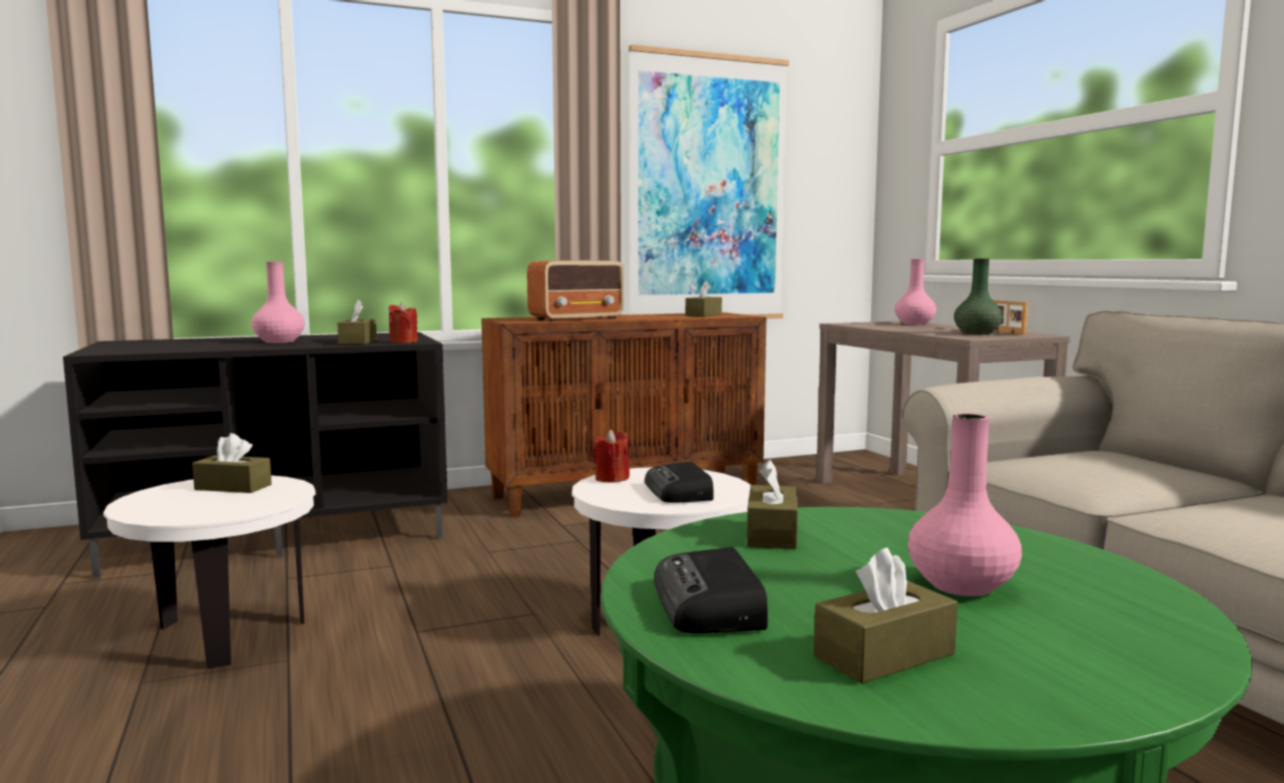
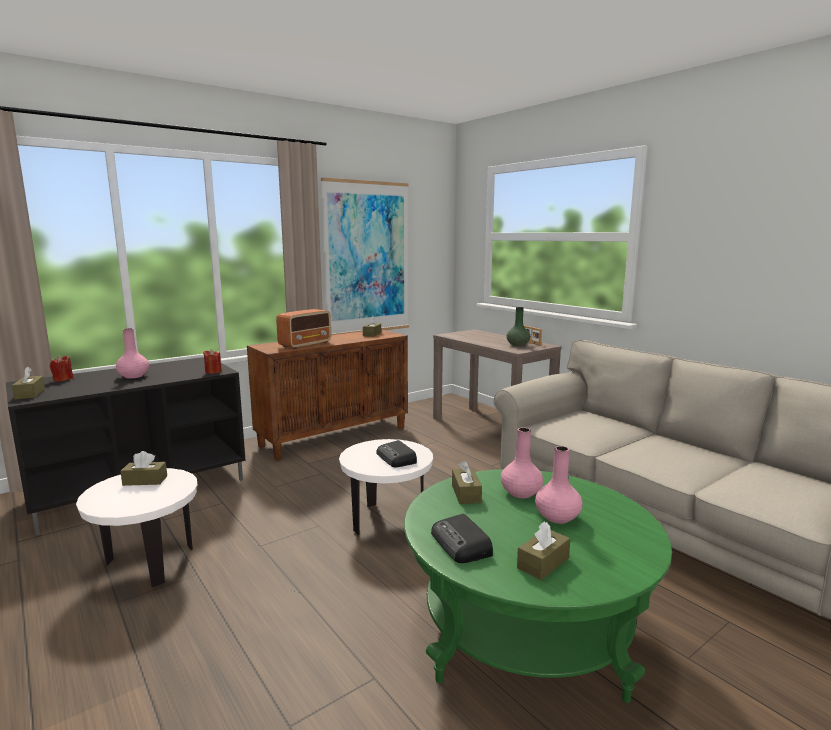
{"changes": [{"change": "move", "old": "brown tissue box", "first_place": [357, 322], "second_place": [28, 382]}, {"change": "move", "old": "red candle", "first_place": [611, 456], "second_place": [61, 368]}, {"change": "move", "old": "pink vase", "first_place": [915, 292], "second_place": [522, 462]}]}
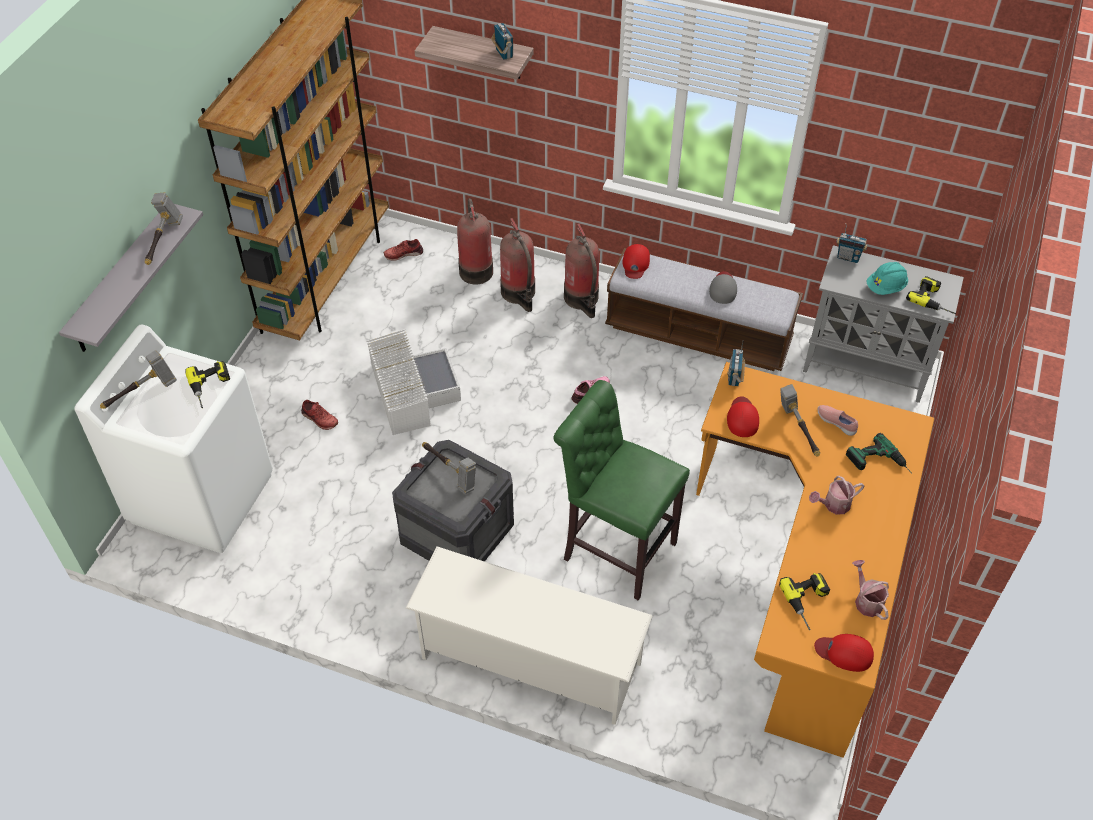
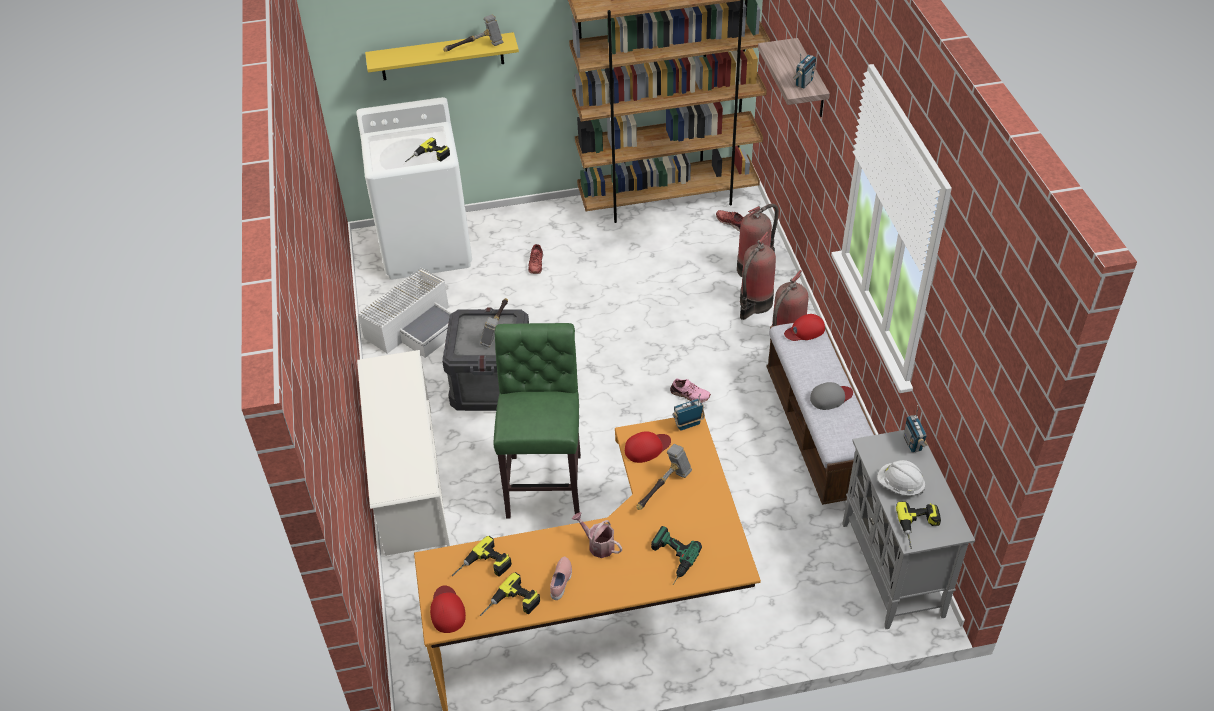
{"changes": [{"change": "move", "old": "white storage box", "first_place": [414, 382], "second_place": [405, 313]}, {"change": "recolor", "old": "grey shelf", "new": "yellow shelf", "first_place": [131, 278], "second_place": [442, 56]}, {"change": "replace", "old": "watering can", "new": "power drill", "first_place": [870, 590], "second_place": [510, 594]}, {"change": "move", "old": "pink shoe", "first_place": [838, 420], "second_place": [561, 578]}, {"change": "recolor", "old": "turquoise hard hat", "new": "white hard hat", "first_place": [887, 278], "second_place": [901, 478]}, {"change": "delete", "old": "hammer", "first_place": [138, 379]}]}
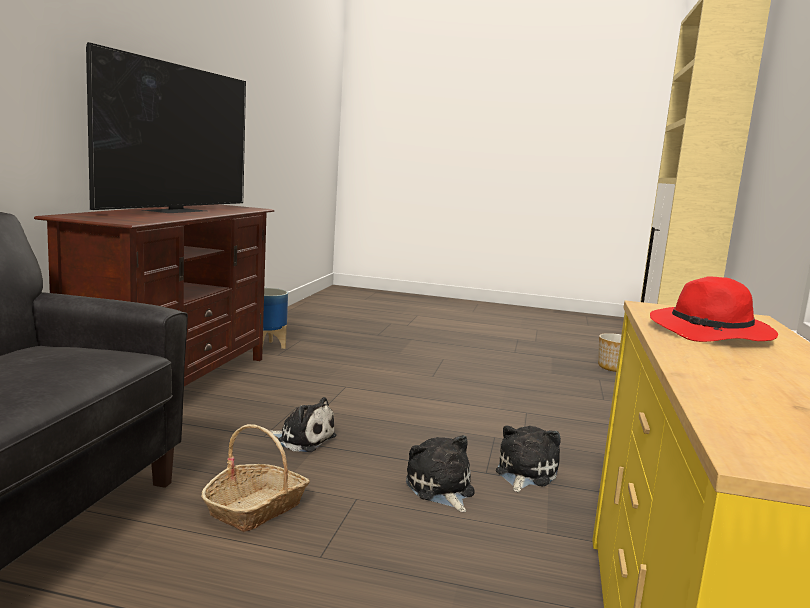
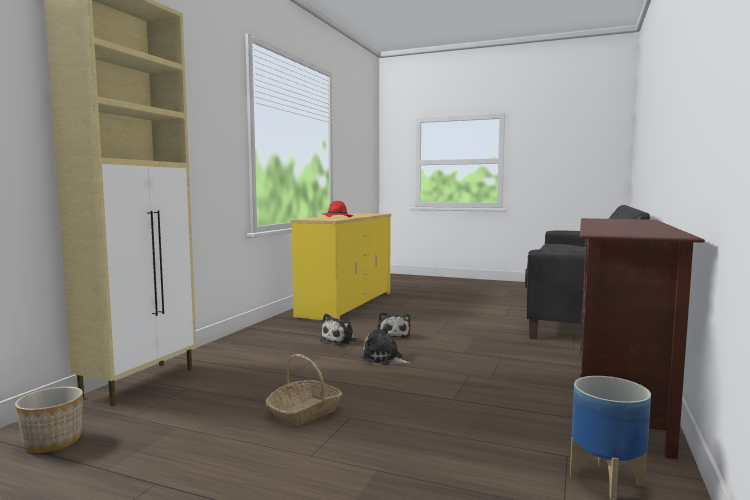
{"changes": [{"change": "move", "old": "basket", "first_place": [255, 478], "second_place": [304, 390]}, {"change": "move", "old": "plush toy", "first_place": [303, 424], "second_place": [386, 345]}, {"change": "delete", "old": "television", "first_place": [166, 127]}]}
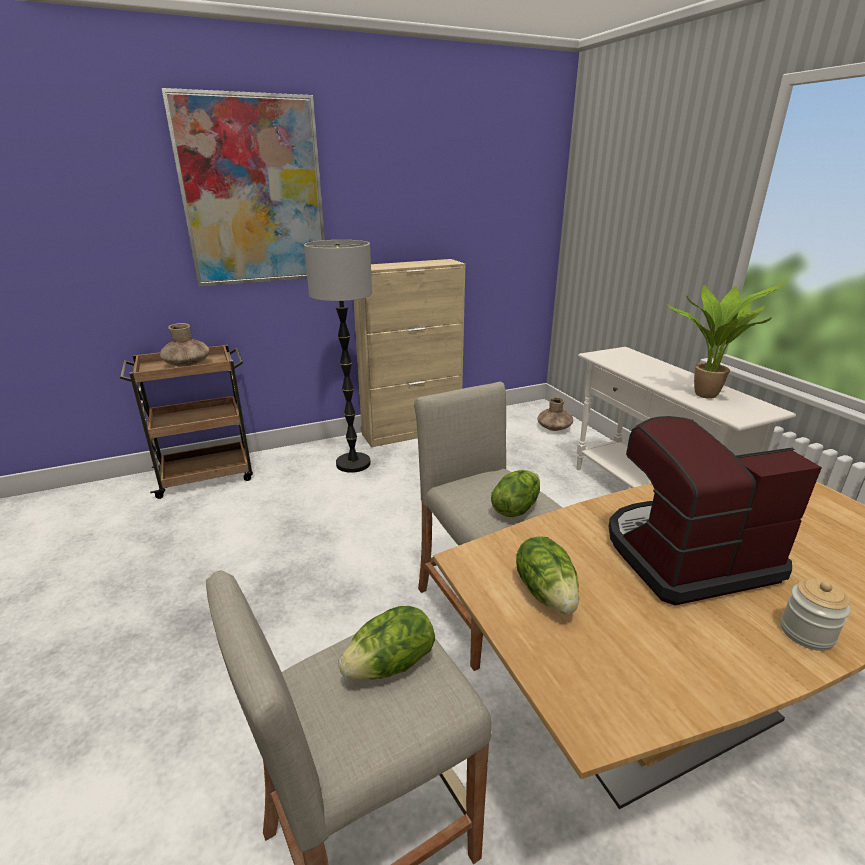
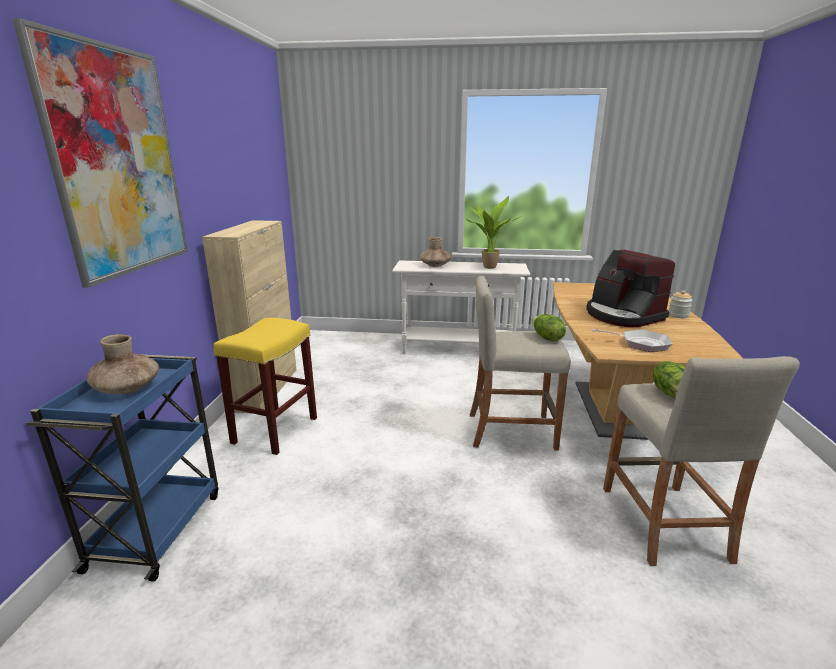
{"changes": [{"change": "recolor", "old": "brown cart", "new": "blue cart", "first_place": [186, 422], "second_place": [122, 468]}, {"change": "replace", "old": "floor lamp", "new": "yellow stool", "first_place": [338, 356], "second_place": [265, 386]}, {"change": "move", "old": "brown vase", "first_place": [555, 414], "second_place": [435, 252]}, {"change": "rotate", "old": "coffee machine", "first_place": [715, 510], "second_place": [630, 288], "degrees": -45}, {"change": "replace", "old": "lettuce", "new": "frying pan", "first_place": [547, 575], "second_place": [632, 340]}]}
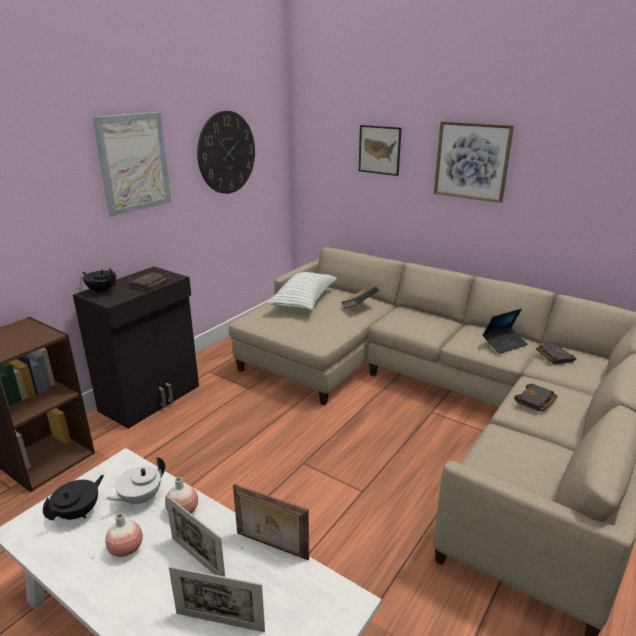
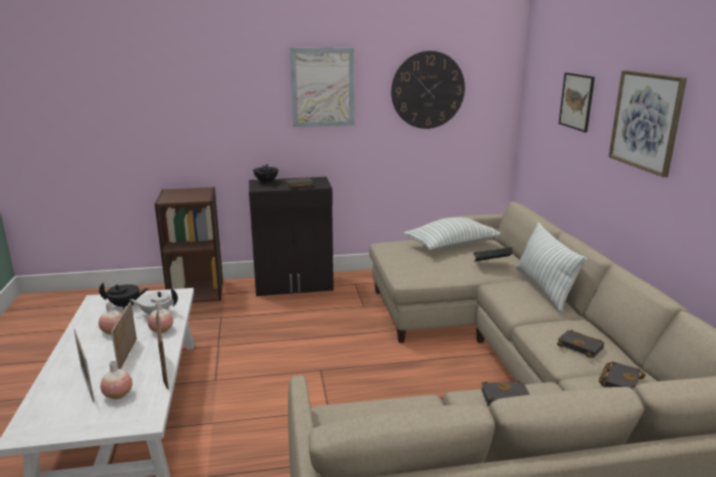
{"changes": [{"change": "insert", "new": "vase", "second_place": [116, 380]}, {"change": "insert", "new": "pillow", "second_place": [551, 267]}, {"change": "replace", "old": "laptop", "new": "black book", "first_place": [505, 331], "second_place": [580, 344]}]}
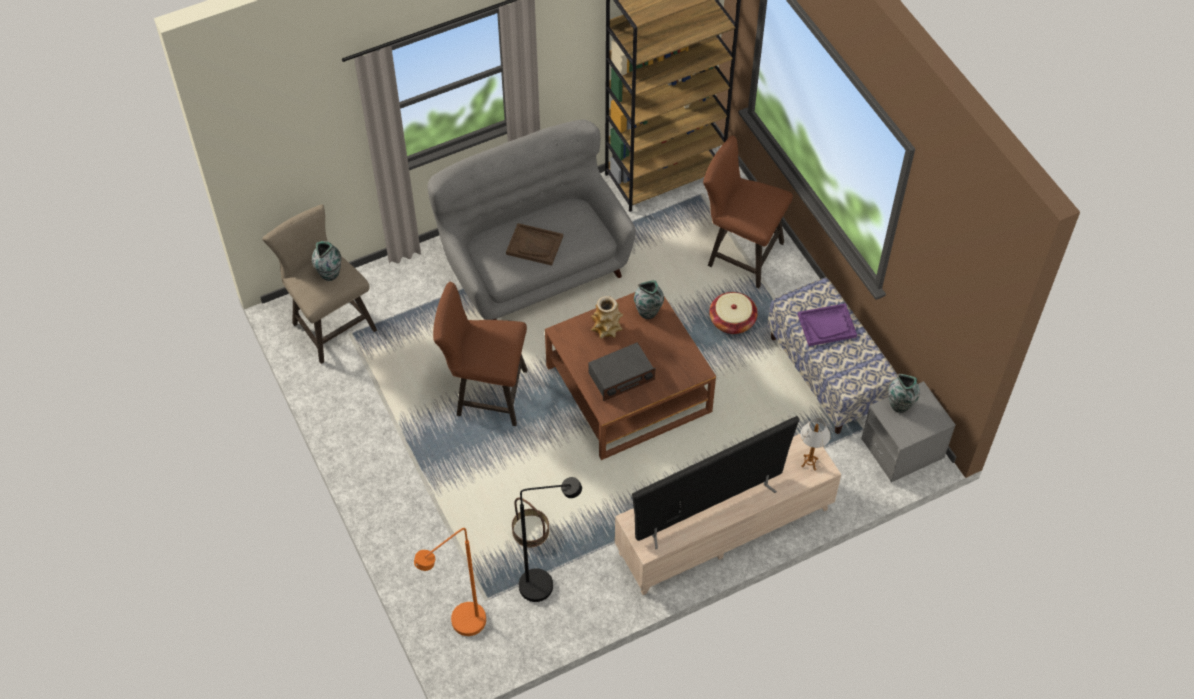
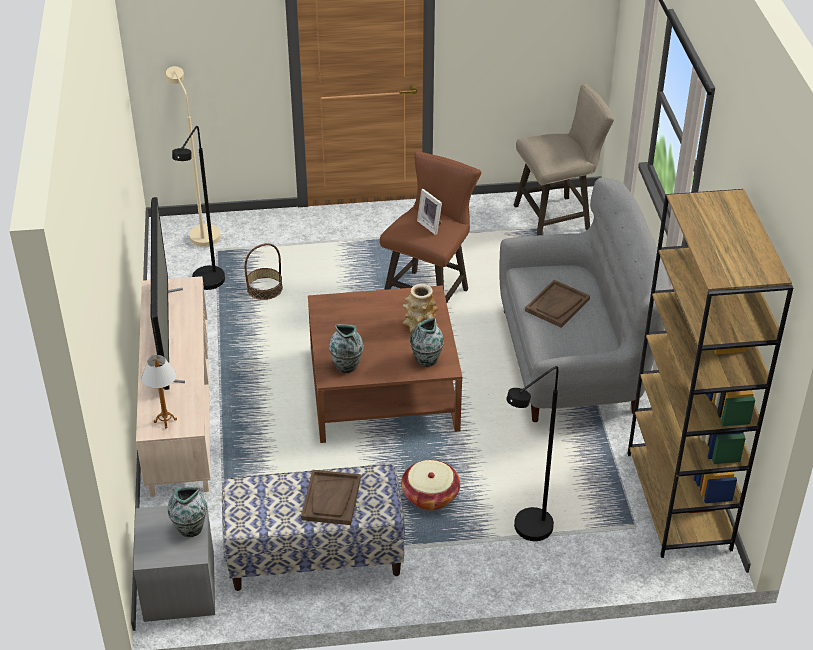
{"changes": [{"change": "recolor", "old": "orange floor lamp", "new": "beige floor lamp", "first_place": [450, 582], "second_place": [193, 156]}, {"change": "recolor", "old": "purple tray", "new": "brown tray", "first_place": [827, 324], "second_place": [331, 497]}, {"change": "move", "old": "vase", "first_place": [327, 261], "second_place": [346, 348]}, {"change": "insert", "new": "picture frame", "second_place": [429, 212]}, {"change": "replace", "old": "brown stool", "new": "black floor lamp", "first_place": [748, 211], "second_place": [532, 453]}, {"change": "delete", "old": "radio", "first_place": [621, 371]}]}
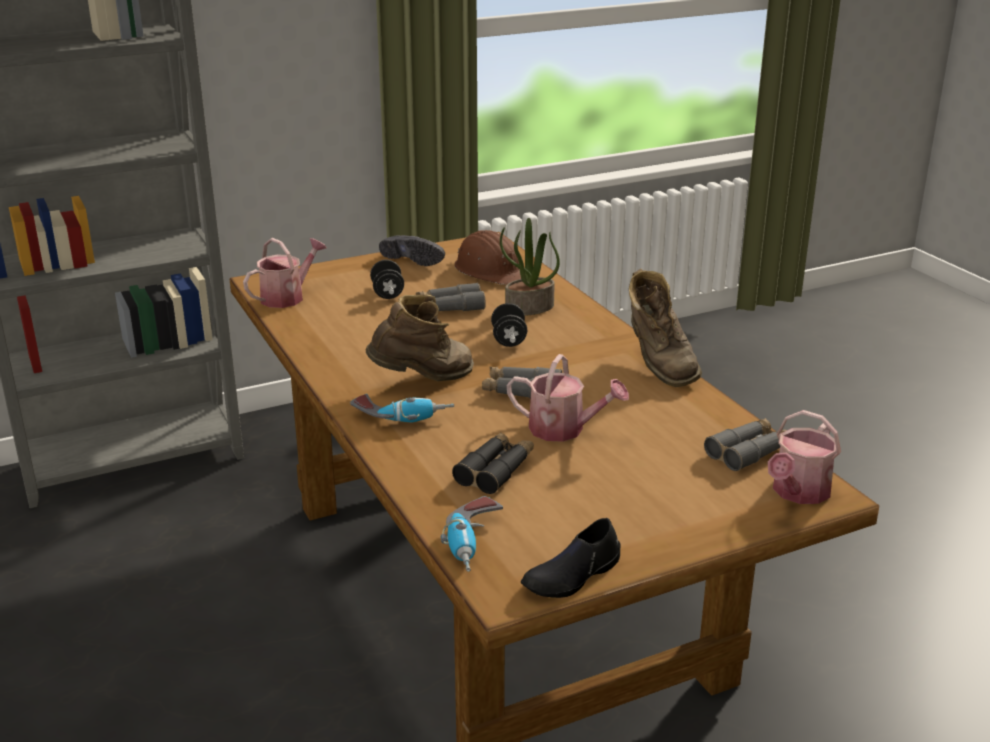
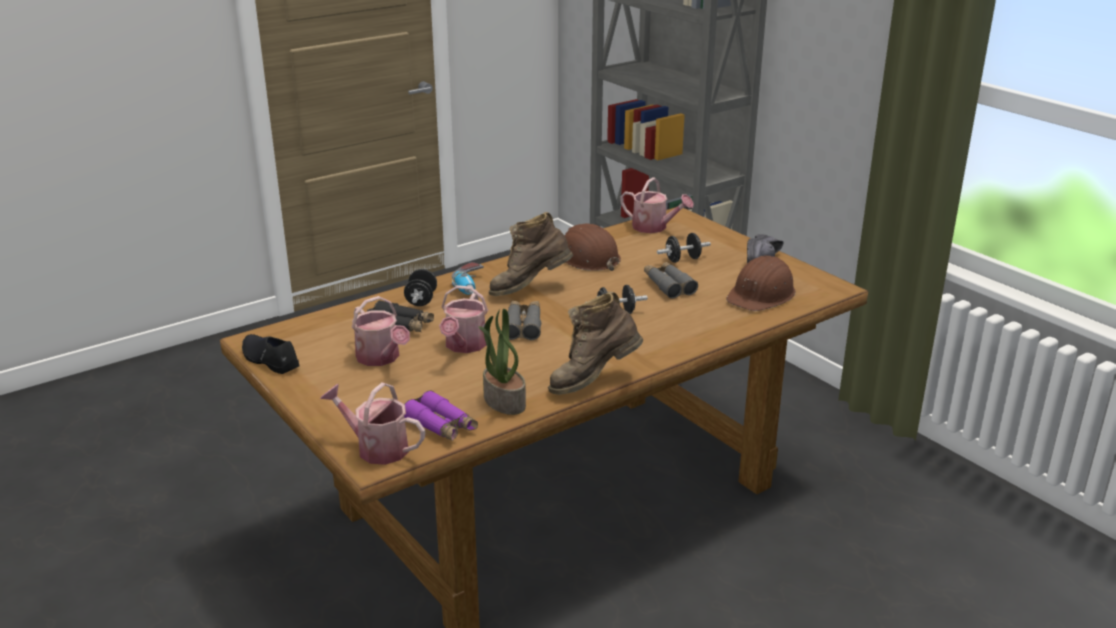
{"changes": [{"change": "insert", "new": "watering can", "second_place": [381, 331]}, {"change": "insert", "new": "black dumbbell", "second_place": [420, 287]}, {"change": "recolor", "old": "grey binoculars", "new": "purple binoculars", "first_place": [745, 444], "second_place": [441, 415]}, {"change": "move", "old": "potted plant", "first_place": [530, 267], "second_place": [502, 362]}, {"change": "rotate", "old": "brown boot", "first_place": [420, 337], "second_place": [531, 254], "degrees": 105}, {"change": "insert", "new": "brown hard hat", "second_place": [593, 247]}, {"change": "delete", "old": "power drill", "first_place": [471, 534]}]}
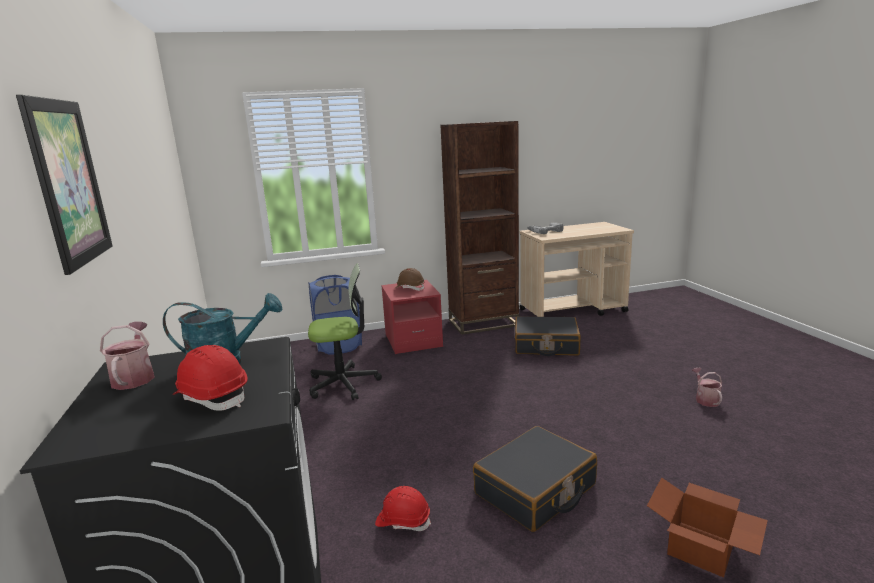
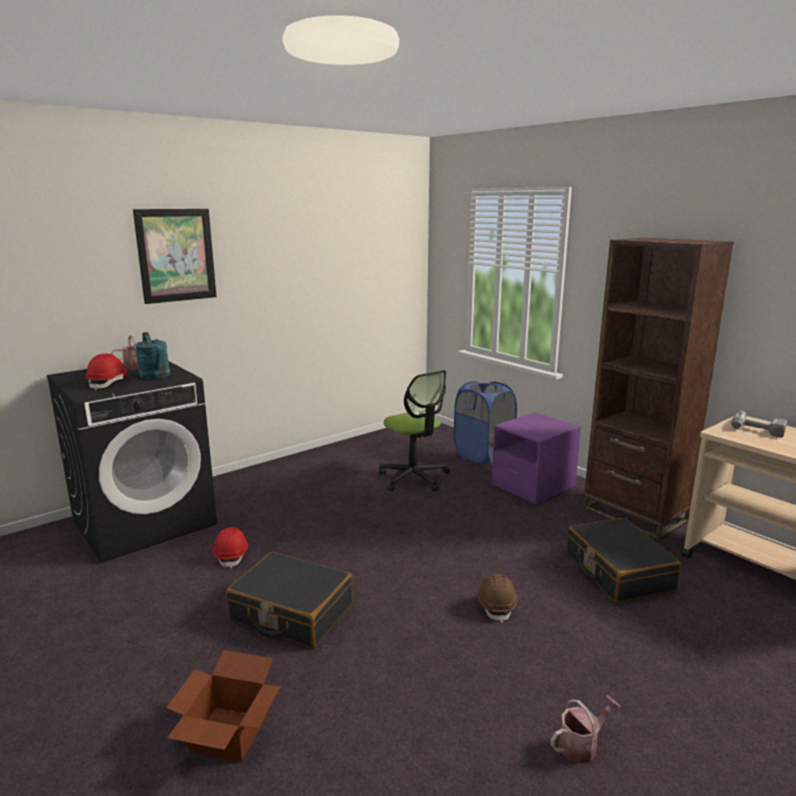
{"changes": [{"change": "move", "old": "brown hard hat", "first_place": [409, 279], "second_place": [497, 598]}, {"change": "recolor", "old": "red nightstand", "new": "purple nightstand", "first_place": [412, 317], "second_place": [536, 458]}]}
